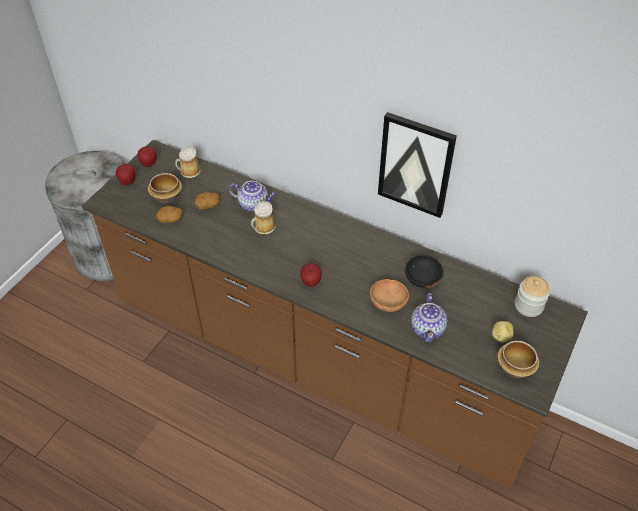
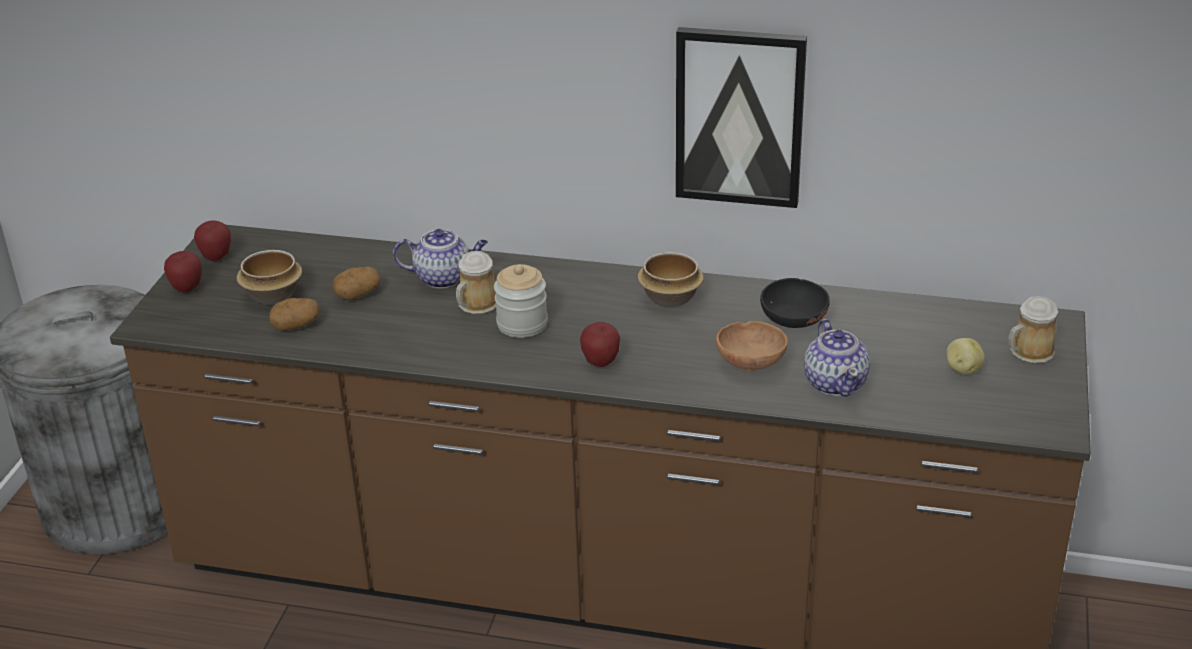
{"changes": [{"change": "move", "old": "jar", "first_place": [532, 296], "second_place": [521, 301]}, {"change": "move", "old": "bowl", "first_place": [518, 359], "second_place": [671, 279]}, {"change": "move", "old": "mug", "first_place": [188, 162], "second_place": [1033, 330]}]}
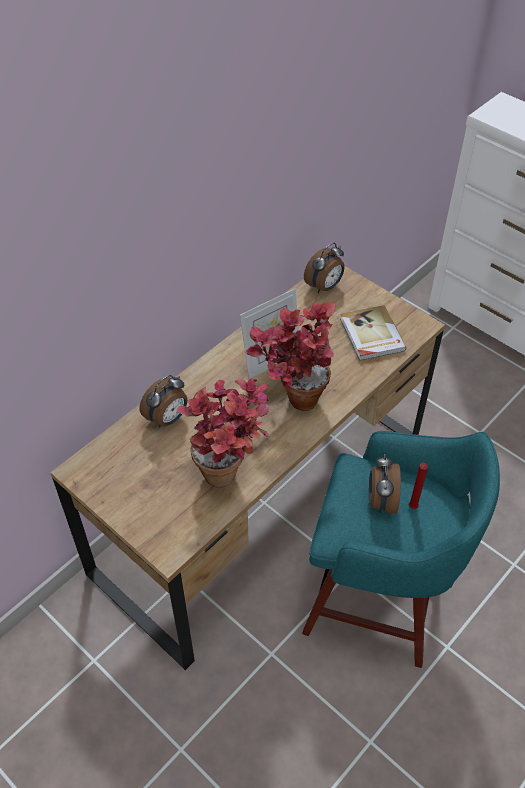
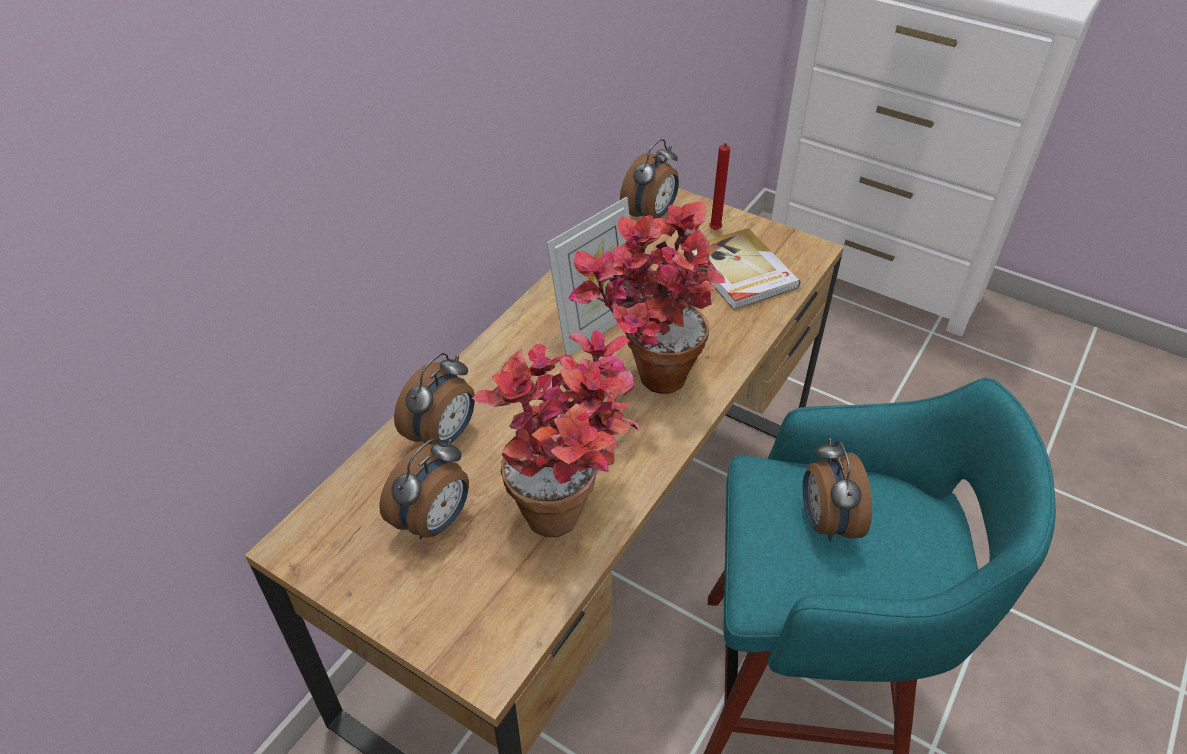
{"changes": [{"change": "insert", "new": "alarm clock", "second_place": [424, 489]}, {"change": "move", "old": "red candle", "first_place": [418, 486], "second_place": [719, 186]}]}
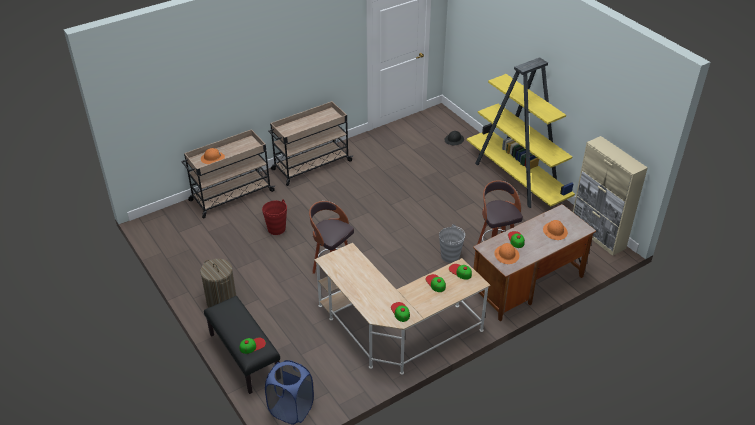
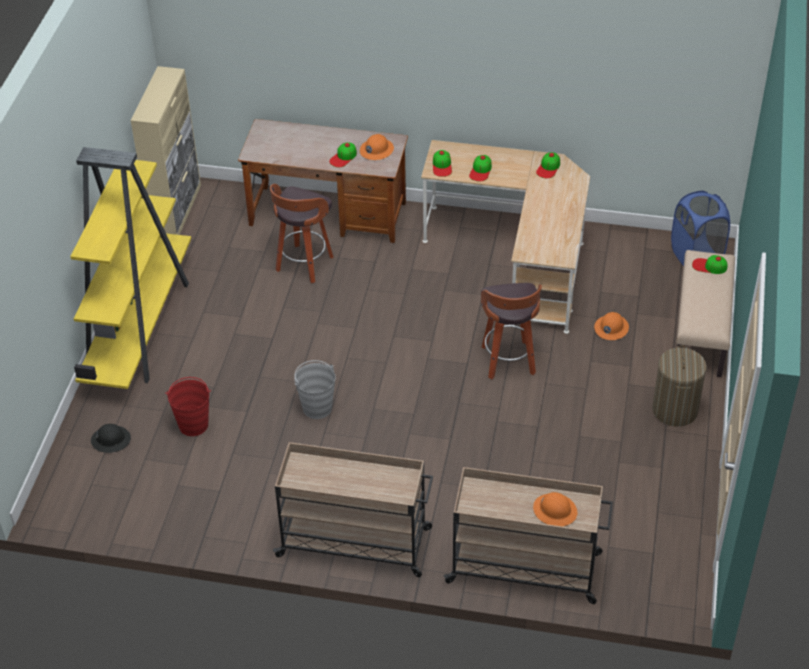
{"changes": [{"change": "move", "old": "red bucket", "first_place": [274, 217], "second_place": [188, 406]}, {"change": "move", "old": "grey bucket", "first_place": [452, 243], "second_place": [315, 389]}, {"change": "move", "old": "orange hard hat", "first_place": [555, 230], "second_place": [611, 326]}, {"change": "recolor", "old": "black bench", "new": "beige bench", "first_place": [242, 345], "second_place": [705, 313]}]}
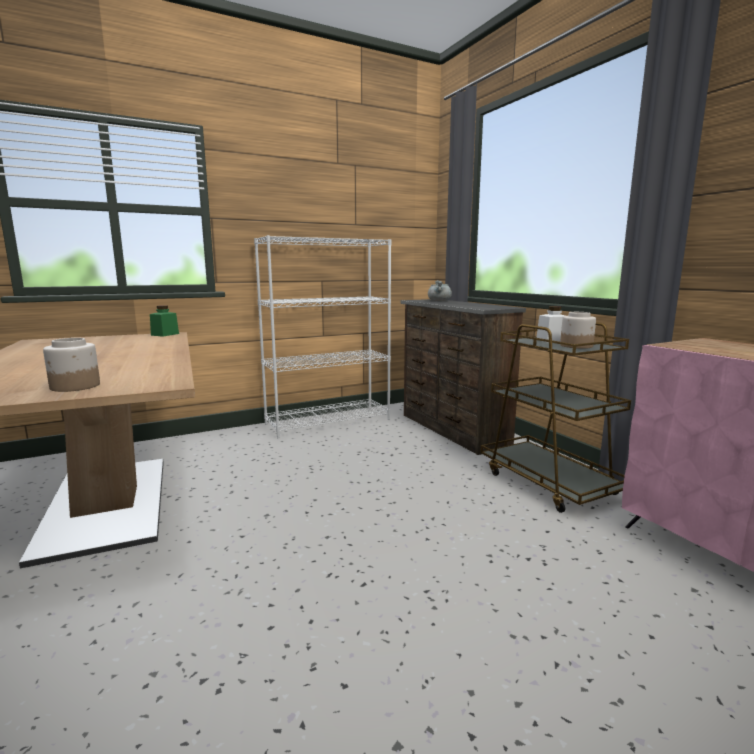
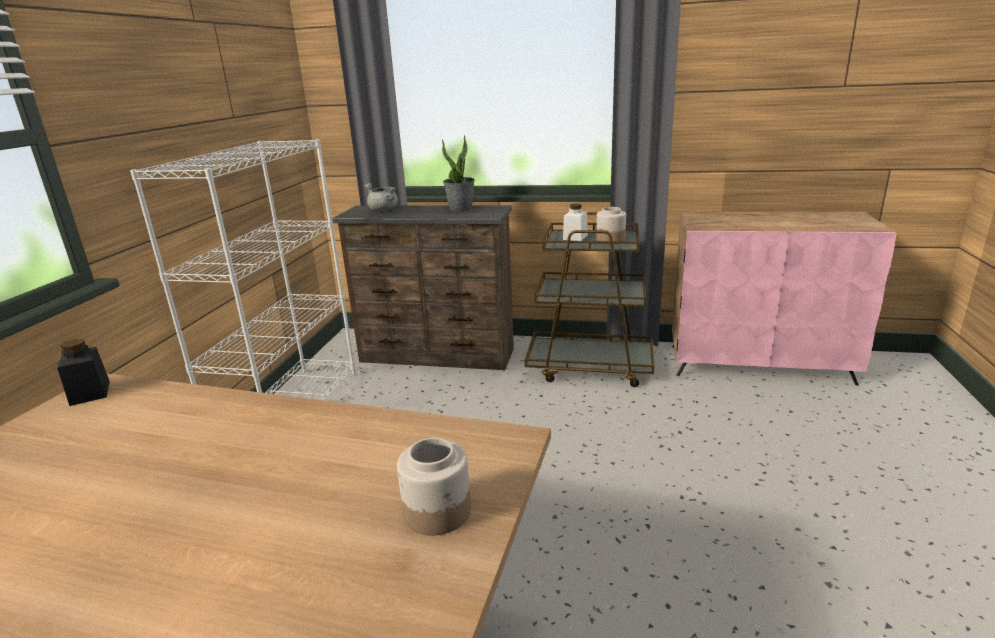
{"changes": [{"change": "recolor", "old": "green jar", "new": "black jar", "first_place": [164, 321], "second_place": [83, 372]}, {"change": "insert", "new": "potted plant", "second_place": [458, 173]}]}
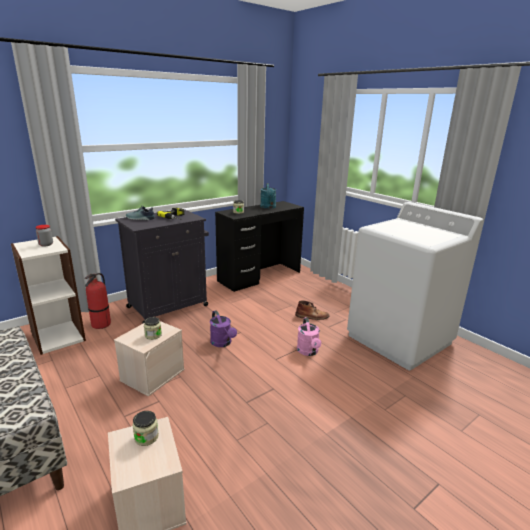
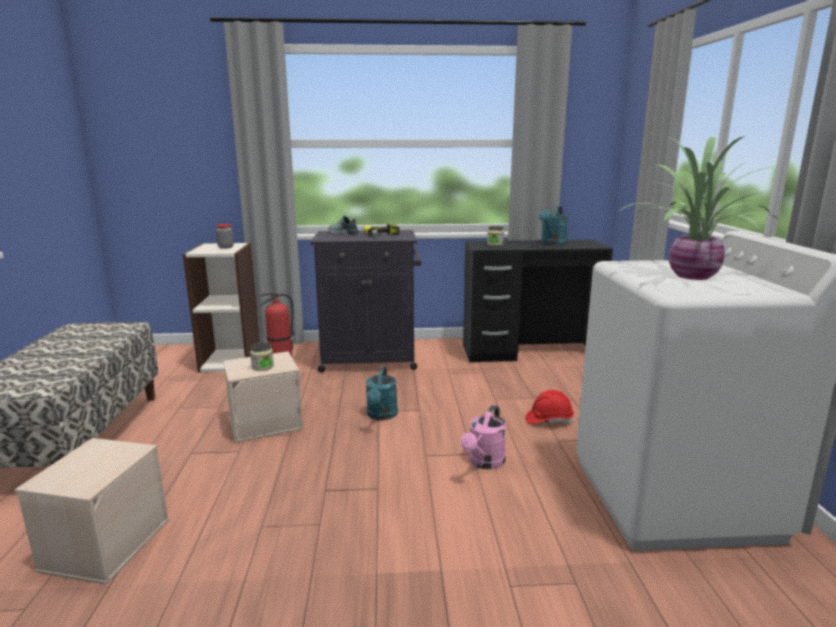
{"changes": [{"change": "recolor", "old": "purple watering can", "new": "turquoise watering can", "first_place": [223, 328], "second_place": [382, 393]}, {"change": "replace", "old": "brown boot", "new": "red hard hat", "first_place": [312, 310], "second_place": [549, 407]}, {"change": "insert", "new": "potted plant", "second_place": [698, 208]}, {"change": "delete", "old": "jar", "first_place": [145, 428]}]}
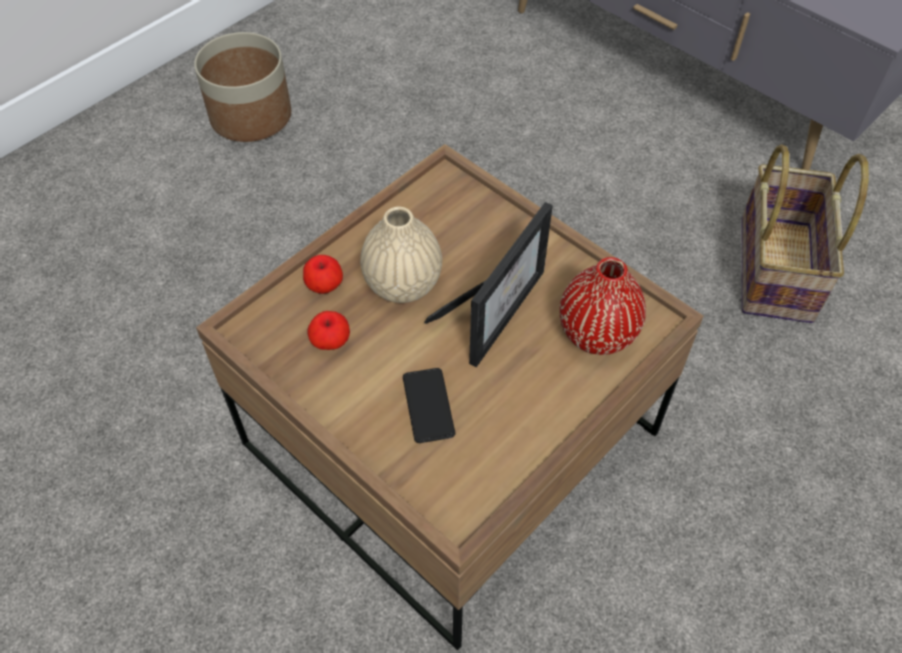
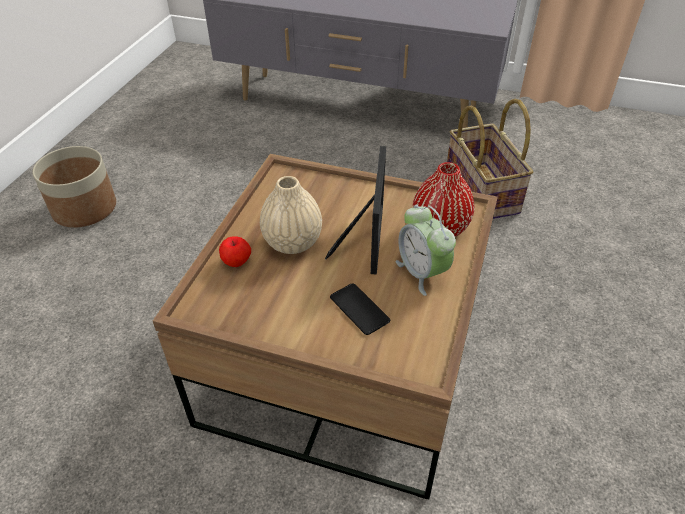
{"changes": [{"change": "insert", "new": "alarm clock", "second_place": [425, 250]}, {"change": "delete", "old": "apple", "first_place": [329, 330]}]}
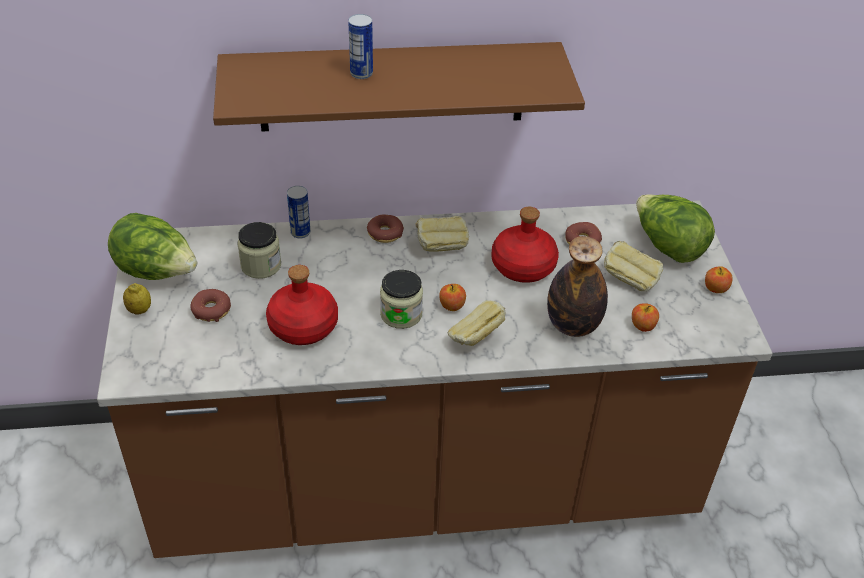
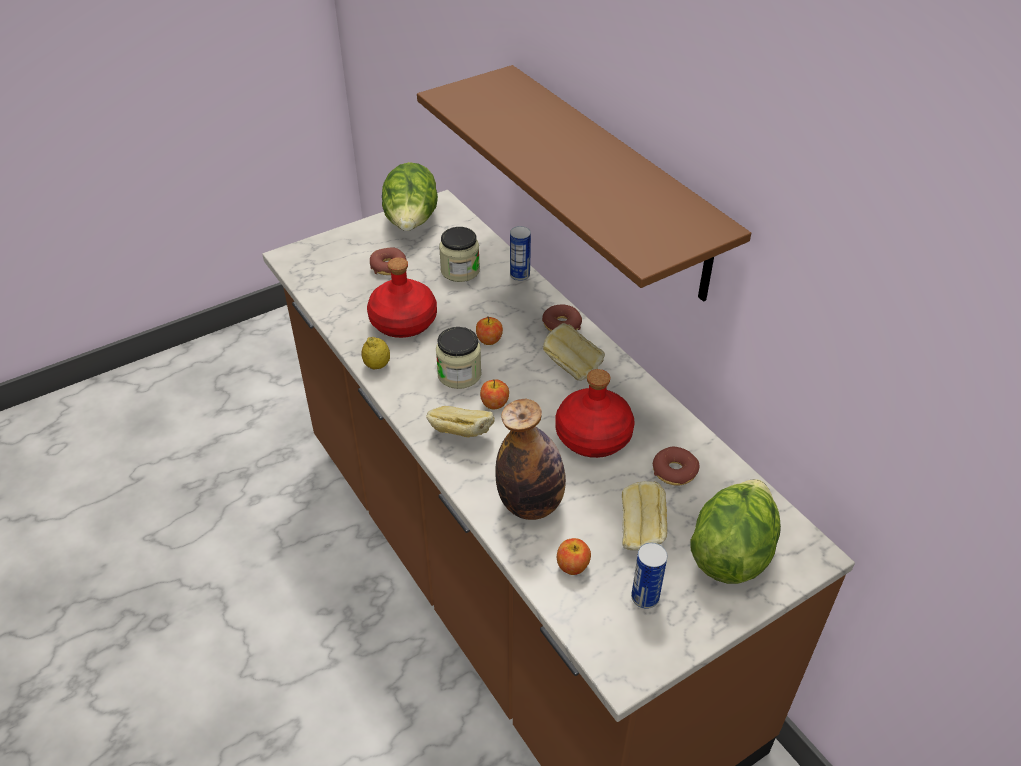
{"changes": [{"change": "move", "old": "lemon", "first_place": [137, 299], "second_place": [375, 353]}, {"change": "move", "old": "apple", "first_place": [719, 279], "second_place": [489, 330]}, {"change": "move", "old": "can", "first_place": [360, 46], "second_place": [649, 576]}]}
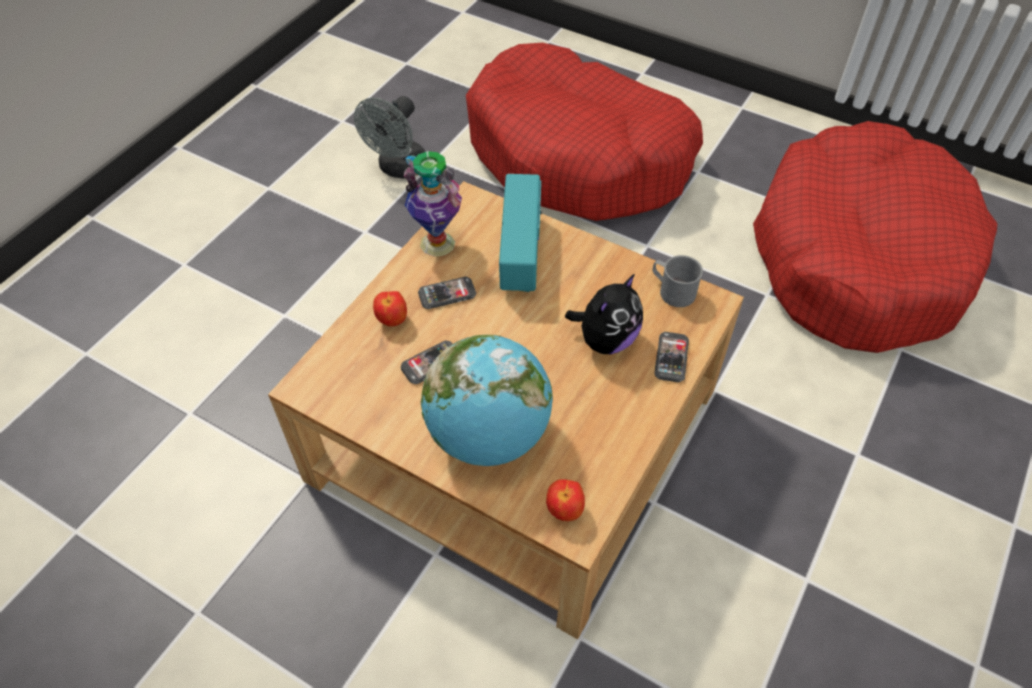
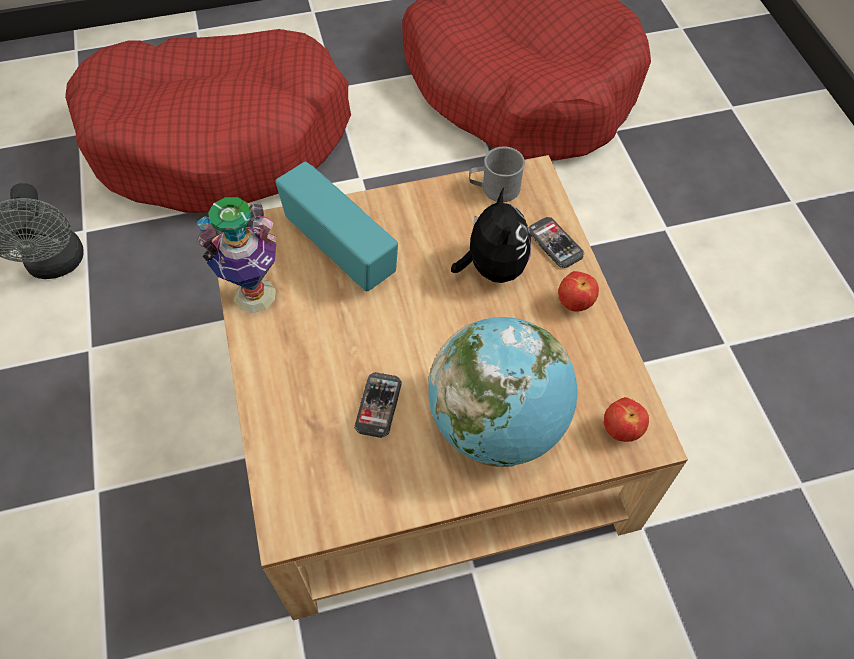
{"changes": [{"change": "move", "old": "apple", "first_place": [390, 309], "second_place": [578, 291]}, {"change": "delete", "old": "phone", "first_place": [447, 293]}]}
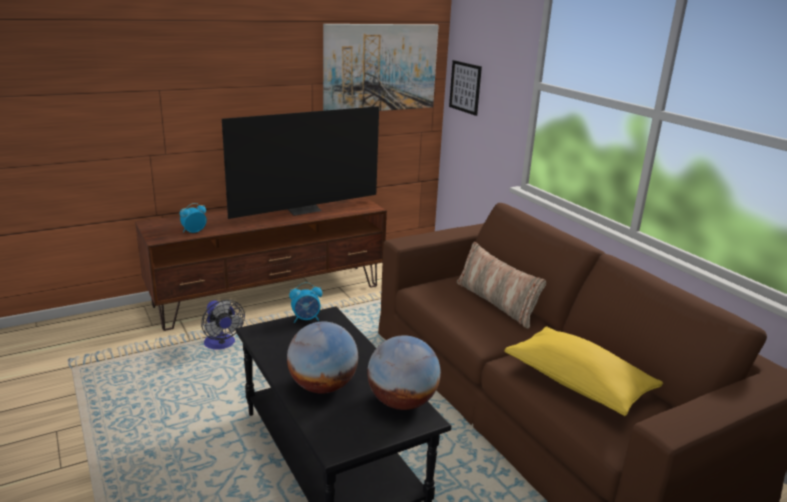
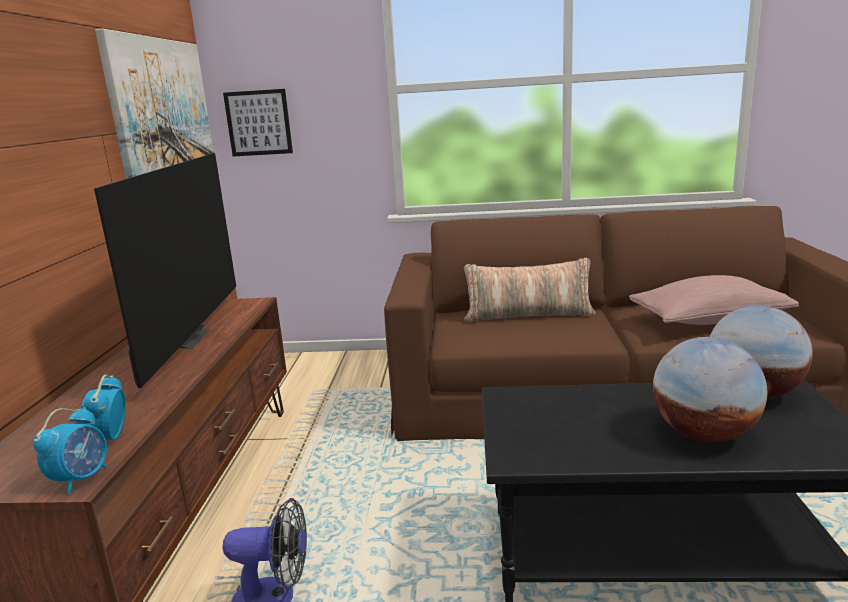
{"changes": [{"change": "move", "old": "alarm clock", "first_place": [305, 302], "second_place": [70, 451]}, {"change": "recolor", "old": "yellow pillow", "new": "pink pillow", "first_place": [583, 371], "second_place": [714, 300]}]}
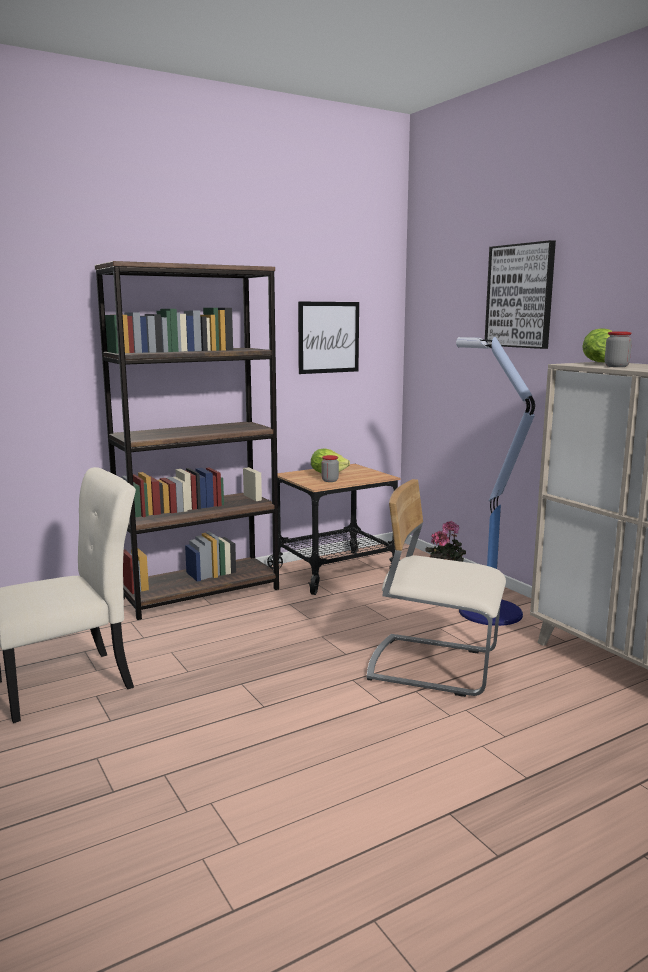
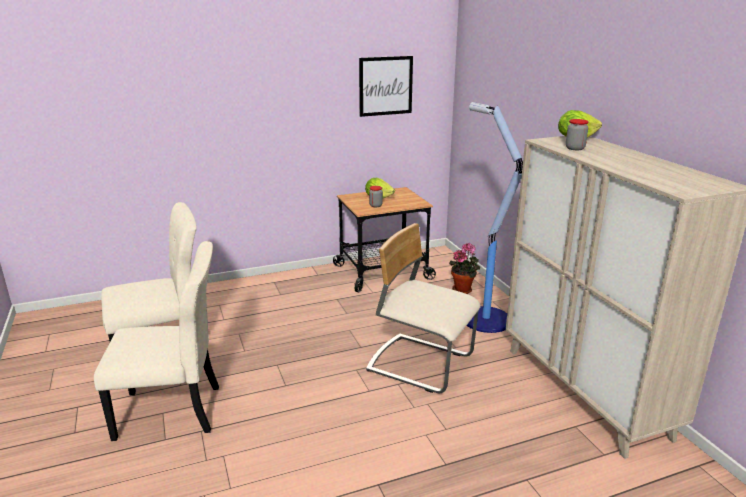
{"changes": [{"change": "insert", "new": "beige chair", "second_place": [156, 341]}, {"change": "delete", "old": "brown bookcase", "first_place": [187, 440]}, {"change": "delete", "old": "picture", "first_place": [520, 294]}]}
